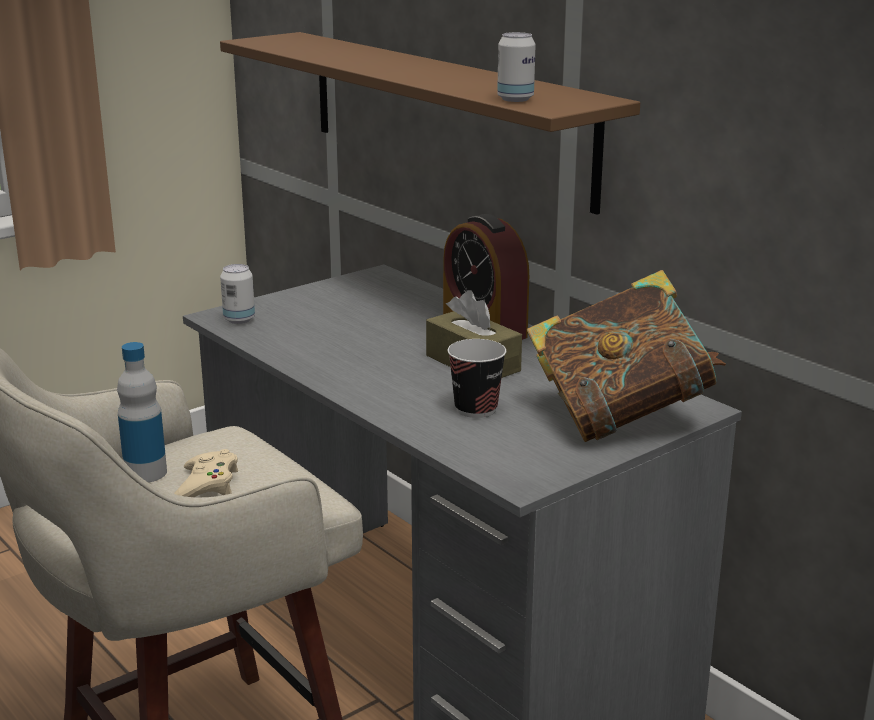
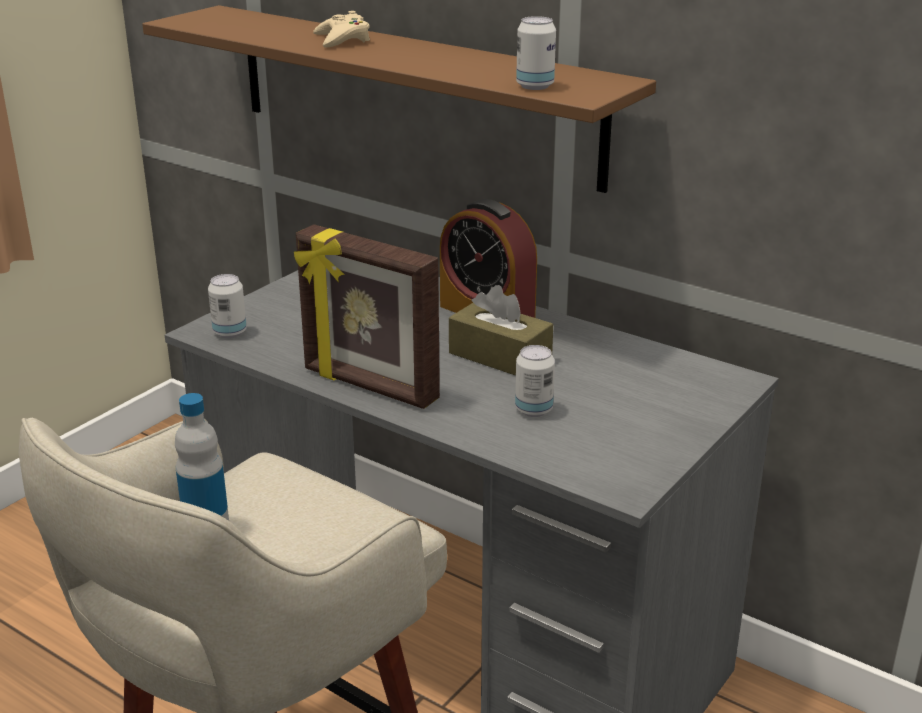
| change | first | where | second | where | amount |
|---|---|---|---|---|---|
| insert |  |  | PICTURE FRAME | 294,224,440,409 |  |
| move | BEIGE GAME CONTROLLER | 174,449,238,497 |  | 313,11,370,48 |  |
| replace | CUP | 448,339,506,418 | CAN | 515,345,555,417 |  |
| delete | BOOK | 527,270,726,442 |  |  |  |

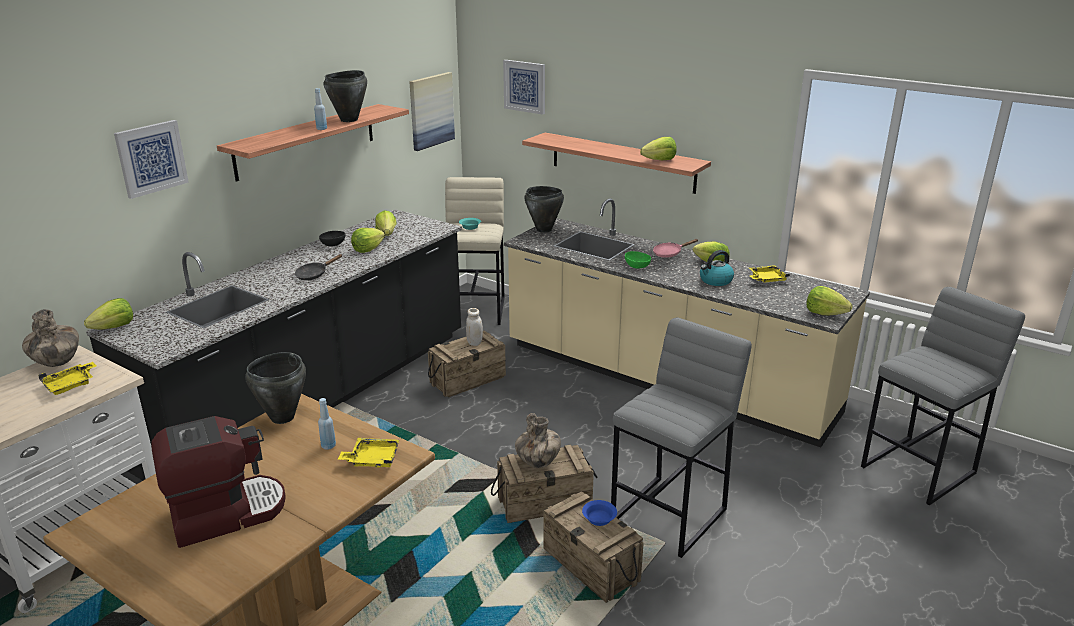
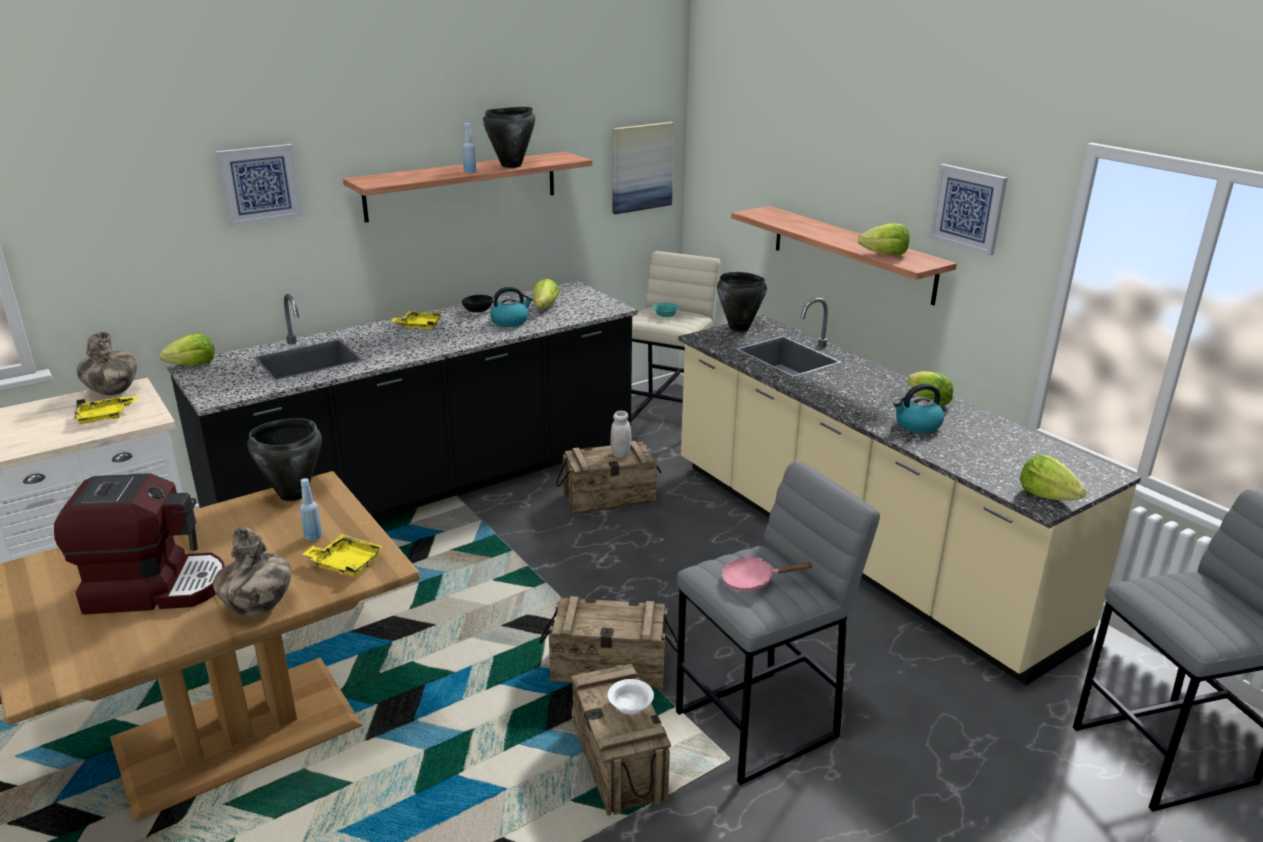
| change | first | where | second | where | amount |
|---|---|---|---|---|---|
| move | VASE | 515,413,561,468 |  | 213,526,291,616 |  |
| move | YELLOW TRAY | 749,266,790,283 |  | 391,311,442,329 |  |
| replace | LETTUCE | 351,228,385,253 | KETTLE | 490,287,533,327 |  |
| recolor | BLUE BOWL | 582,500,617,526 | WHITE BOWL | 608,679,654,715 |  |
| move | PINK FRYING PAN | 653,239,699,258 |  | 721,556,813,591 |  |
| move | PICTURE | 503,60,545,115 |  | 929,164,1008,256 |  |
| delete | BLACK FRYING PAN | 295,254,342,281 |  |  |  |
| delete | GREEN BOWL | 625,251,651,269 |  |  |  |

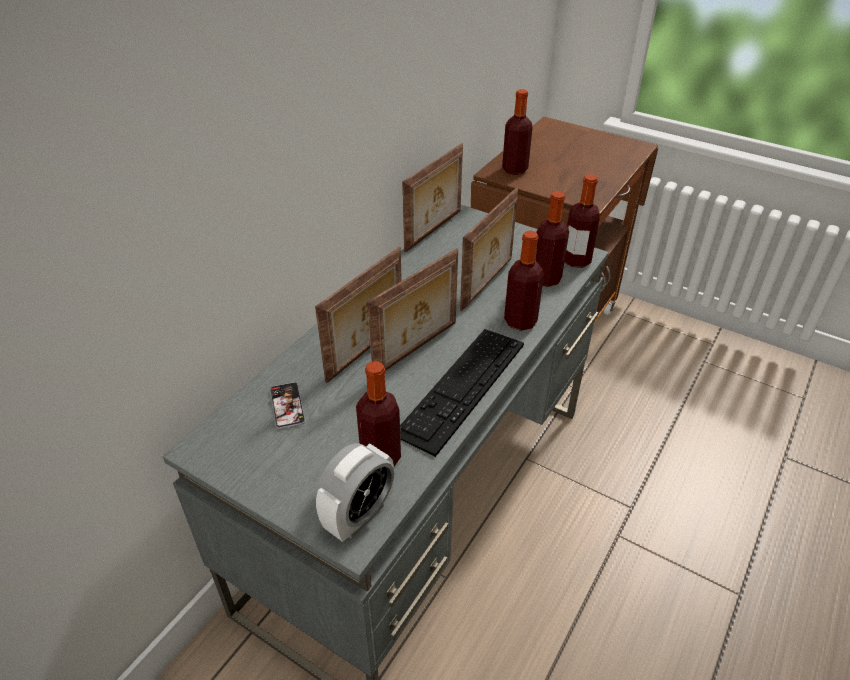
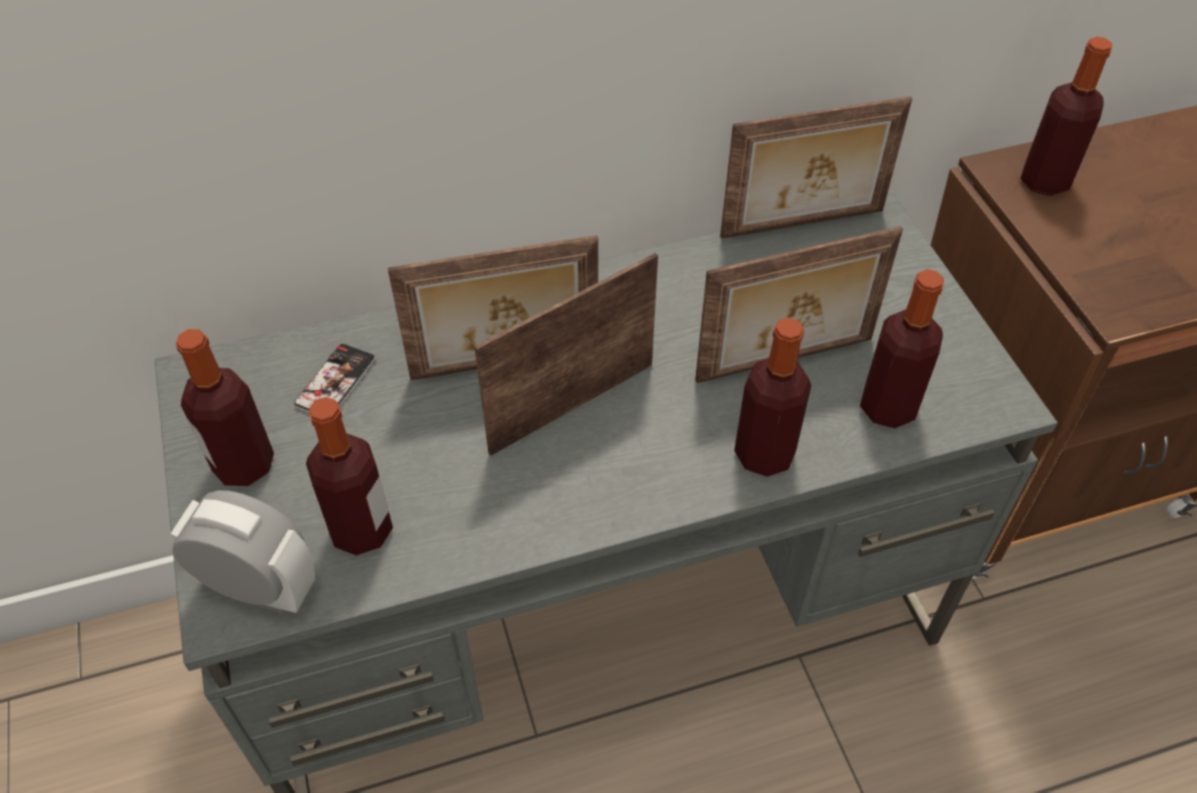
| change | first | where | second | where | amount |
|---|---|---|---|---|---|
| rotate | ALARM CLOCK | 316,443,394,542 |  | 169,490,315,614 | 150 degrees counterclockwise |
| move | BOTTLE | 565,174,600,268 |  | 176,329,274,486 |  |
| rotate | PICTURE FRAME | 367,248,458,371 |  | 474,253,658,456 | 150 degrees clockwise |
| delete | KEYBOARD | 400,329,524,457 |  |  |  |

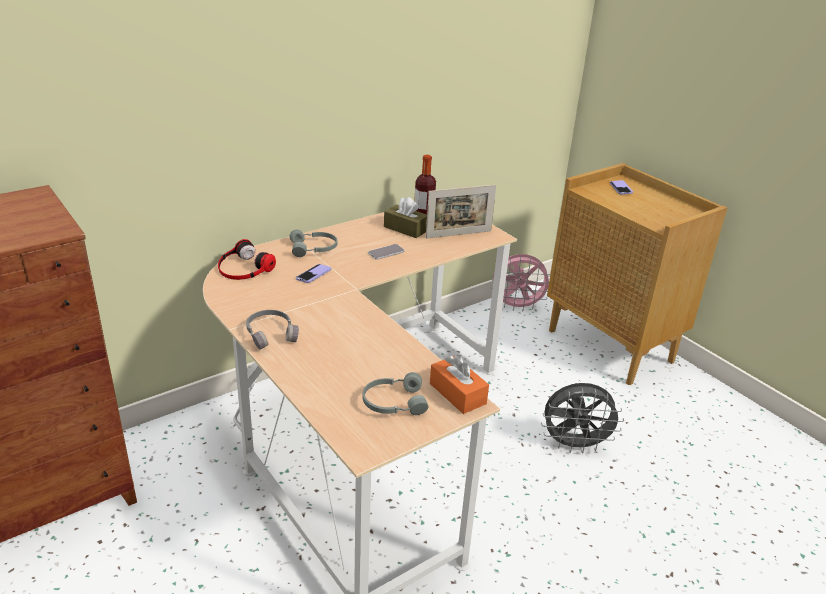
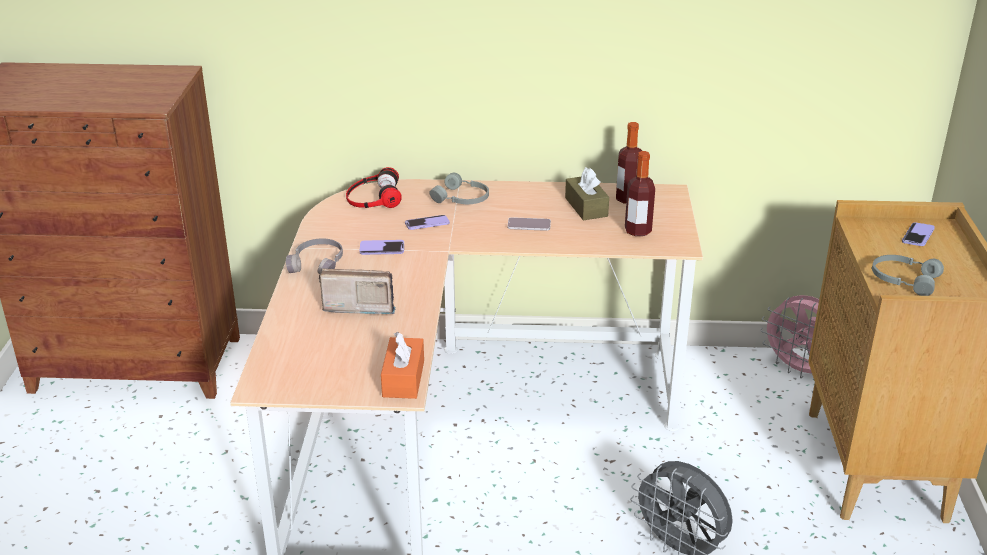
| change | first | where | second | where | amount |
|---|---|---|---|---|---|
| insert |  |  | RADIO | 319,268,395,314 |  |
| insert |  |  | PHONE | 360,240,404,255 |  |
| replace | PICTURE FRAME | 426,185,496,239 | BOTTLE | 625,151,655,236 |  |
| move | GREY HEADPHONES | 363,372,429,415 |  | 872,255,944,296 |  |

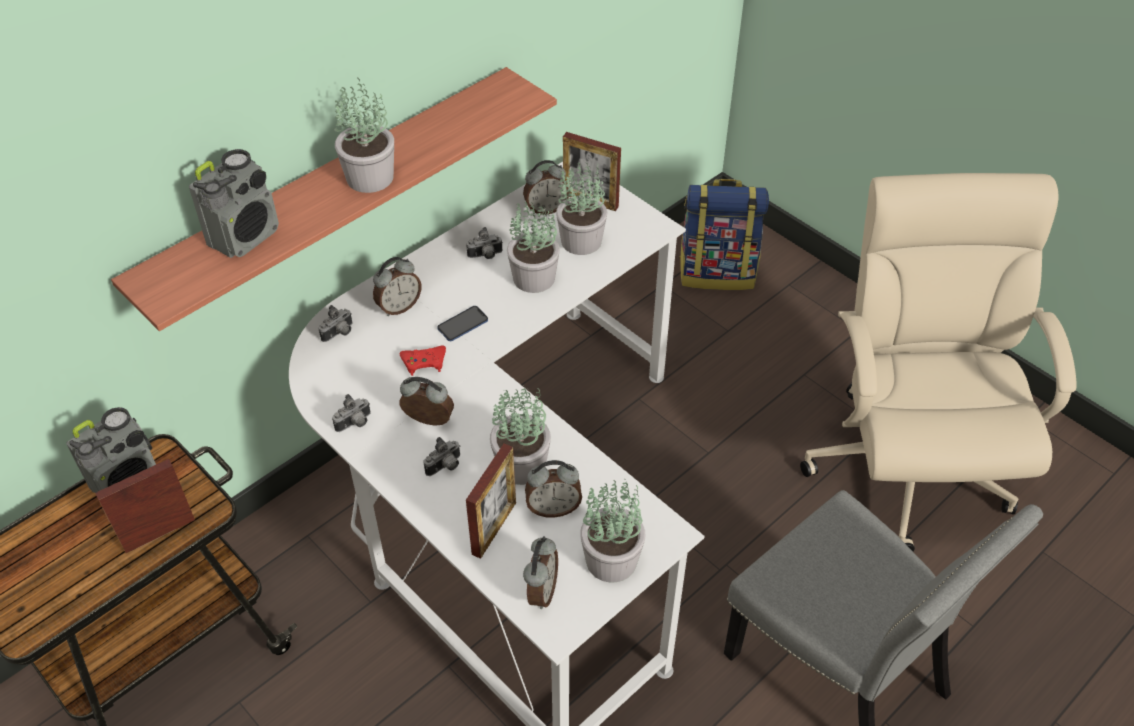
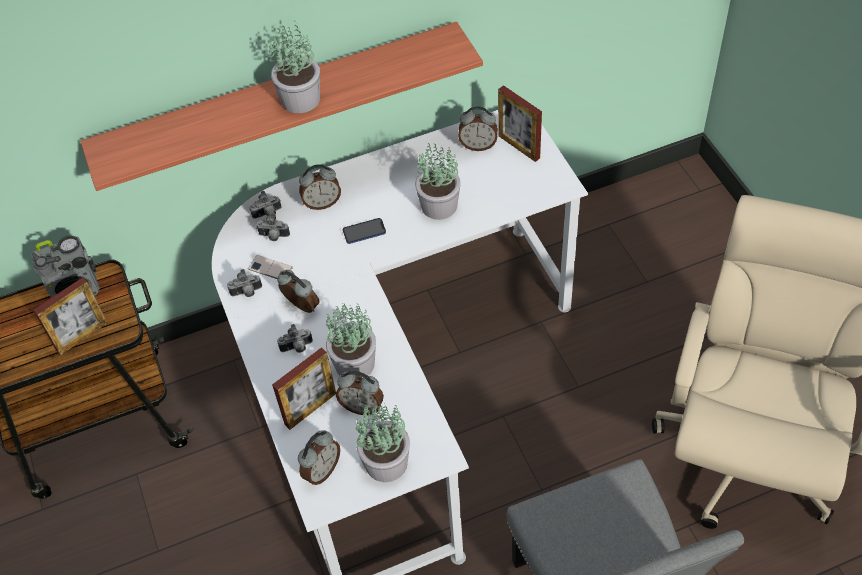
| change | first | where | second | where | amount |
|---|---|---|---|---|---|
| rotate | PICTURE FRAME | 95,459,195,553 |  | 33,277,108,355 | 150 degrees clockwise |
| insert |  |  | PHONE | 248,255,293,279 |  |
| move | PHOTO CAMERA | 466,227,503,259 |  | 256,213,290,241 |  |
| delete | RADIO | 189,149,279,258 |  |  |  |
| delete | RED GAME CONTROLLER | 400,345,446,376 |  |  |  |
| delete | POTTED PLANT | 556,162,607,255 |  |  |  |
| delete | BACKPACK | 680,179,769,290 |  |  |  |

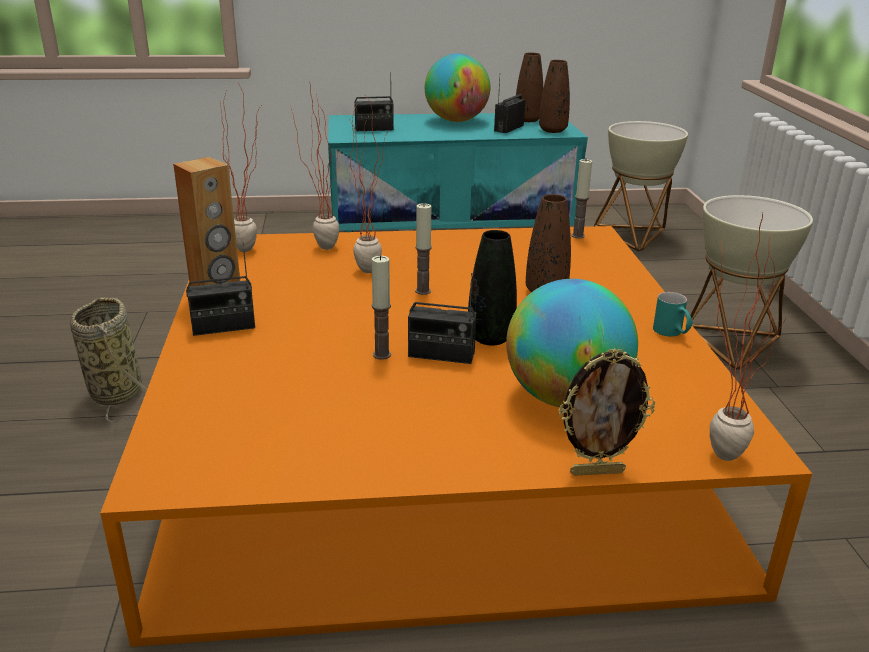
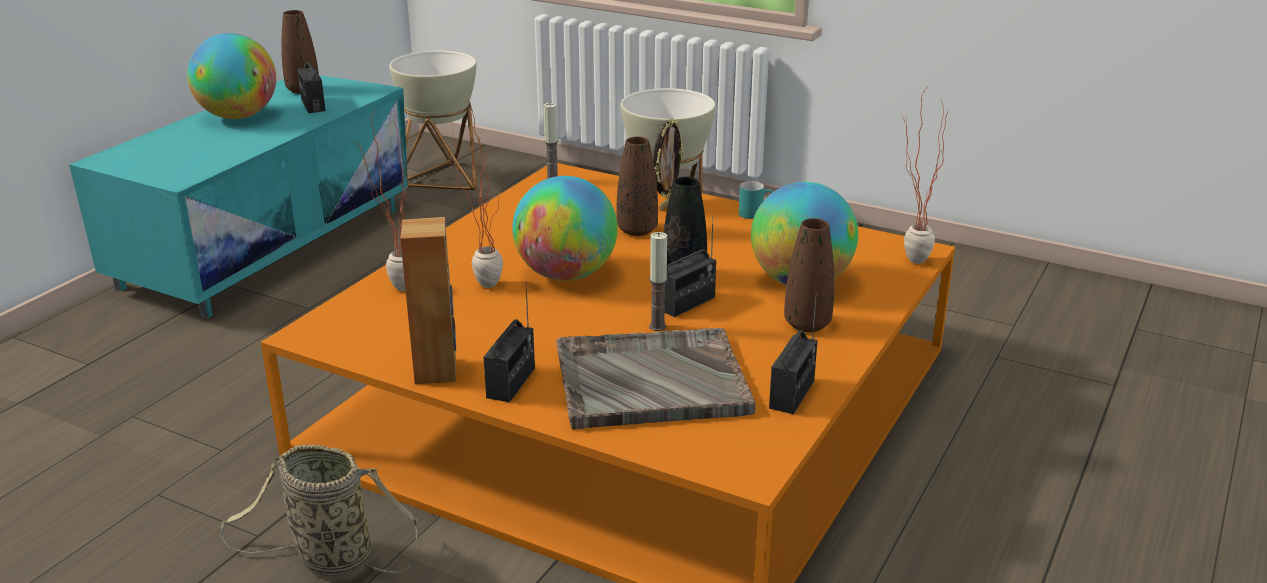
| change | first | where | second | where | amount |
|---|---|---|---|---|---|
| replace | CANDLE | 415,203,432,295 | GLOBE | 512,176,618,281 |  |
| insert |  |  | GREY TRAY | 556,328,756,430 |  |
| move | PICTURE FRAME | 559,348,655,476 |  | 653,118,684,211 |  |
| move | RADIO | 354,72,394,131 |  | 769,293,818,414 |  |
| move | BROWN VASE | 539,60,570,133 |  | 784,218,834,332 |  |
| delete | POTTED PLANT | 220,83,261,252 |  |  |  |

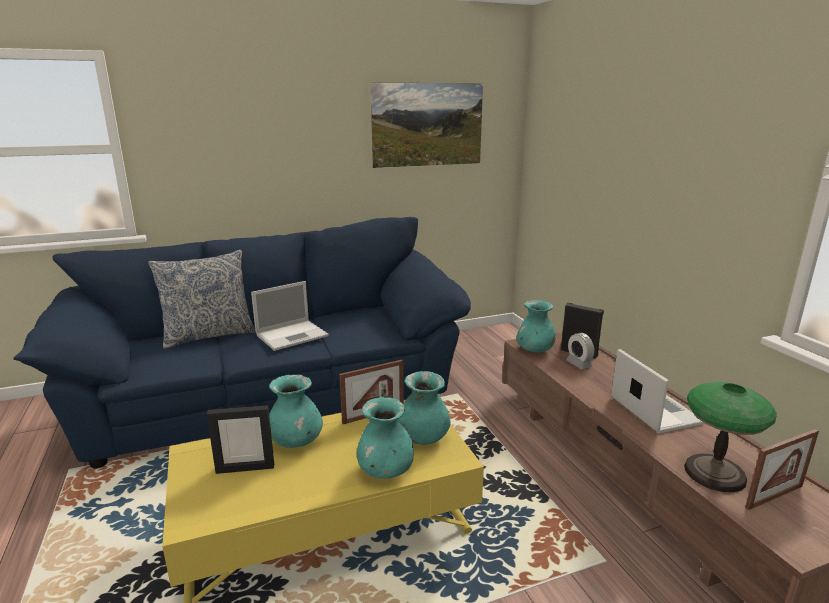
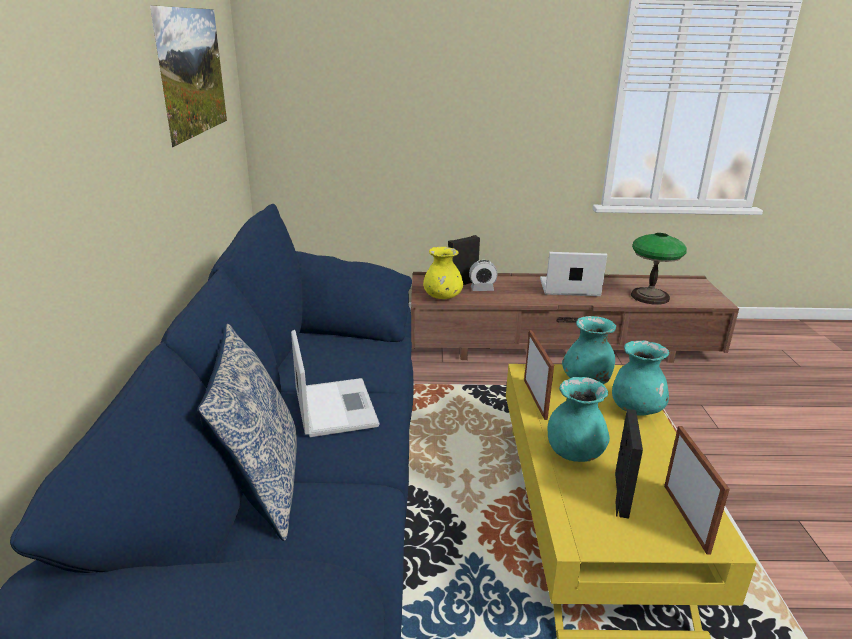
| change | first | where | second | where | amount |
|---|---|---|---|---|---|
| recolor | TURQUOISE VASE | 516,300,556,352 | YELLOW VASE | 423,247,463,299 |  |
| move | PICTURE FRAME | 745,429,819,510 |  | 664,426,730,555 |  |

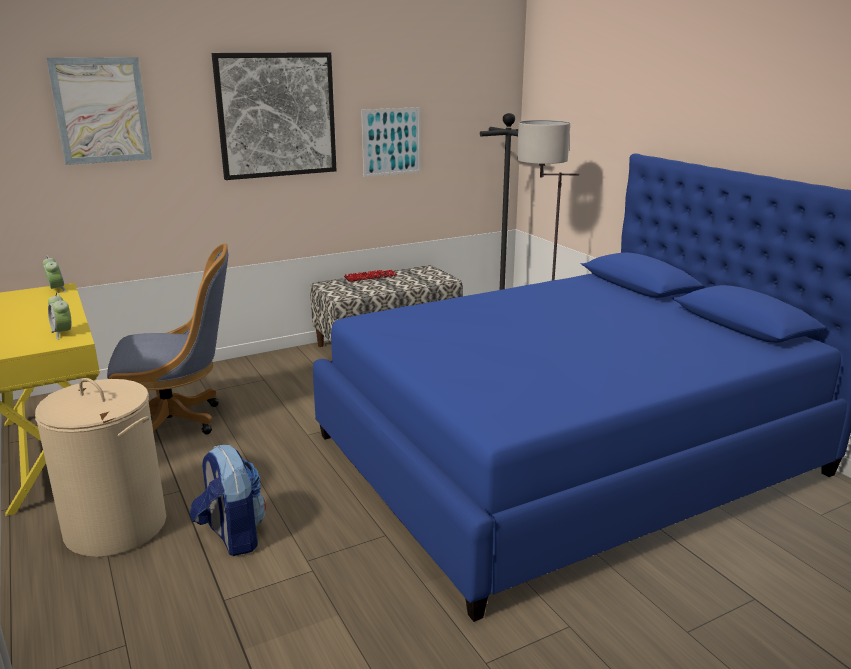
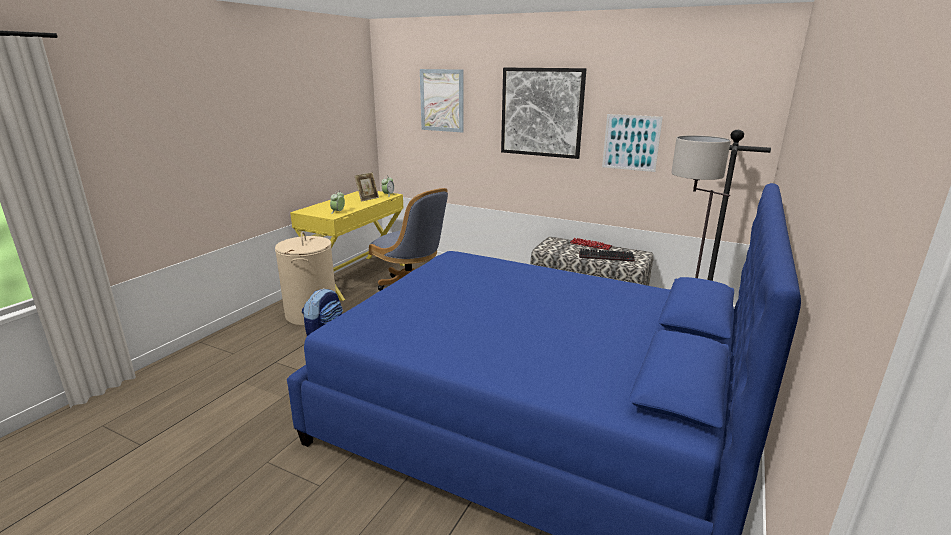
| change | first | where | second | where | amount |
|---|---|---|---|---|---|
| insert |  |  | PICTURE FRAME | 354,172,379,202 |  |
| insert |  |  | KEYBOARD | 579,249,635,262 |  |

